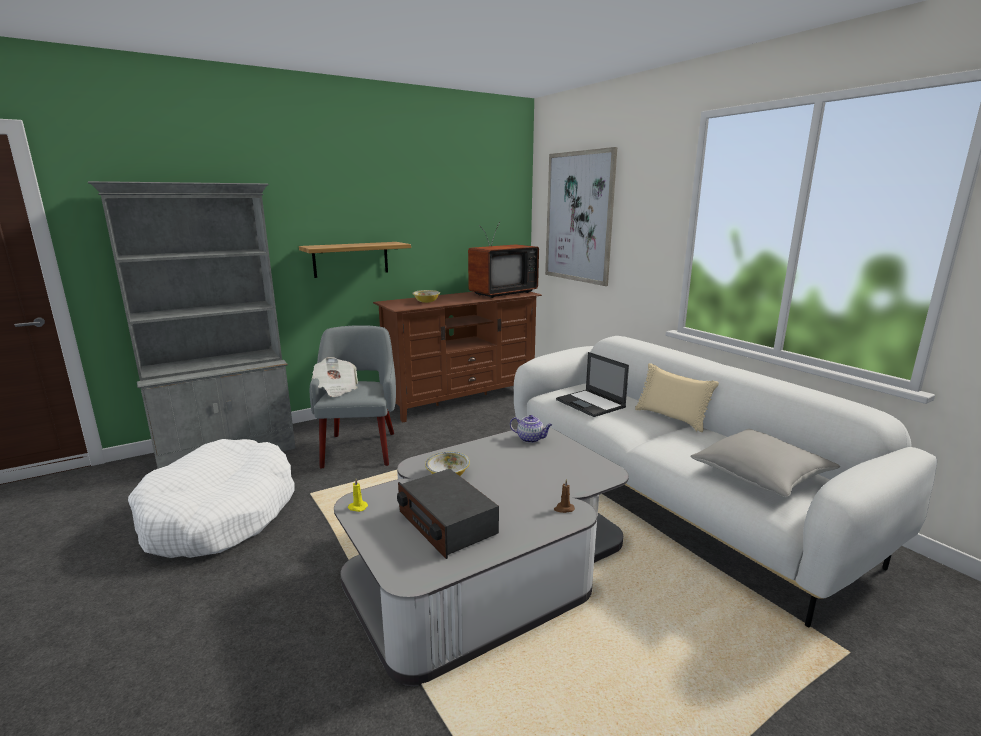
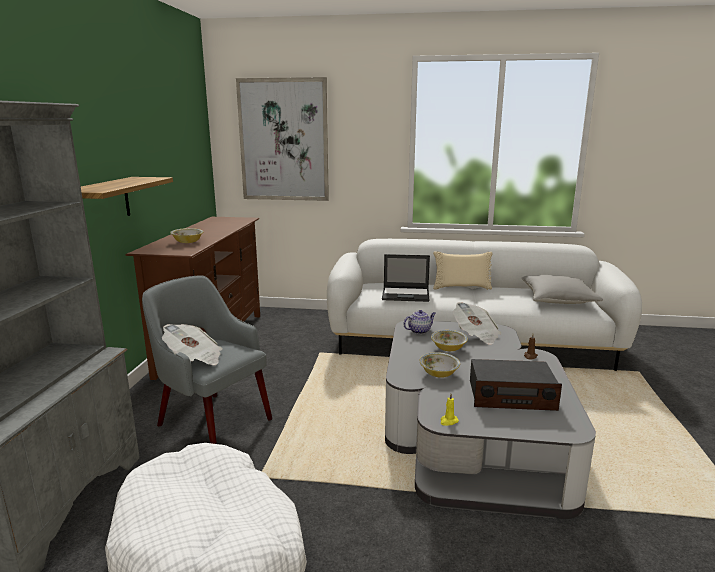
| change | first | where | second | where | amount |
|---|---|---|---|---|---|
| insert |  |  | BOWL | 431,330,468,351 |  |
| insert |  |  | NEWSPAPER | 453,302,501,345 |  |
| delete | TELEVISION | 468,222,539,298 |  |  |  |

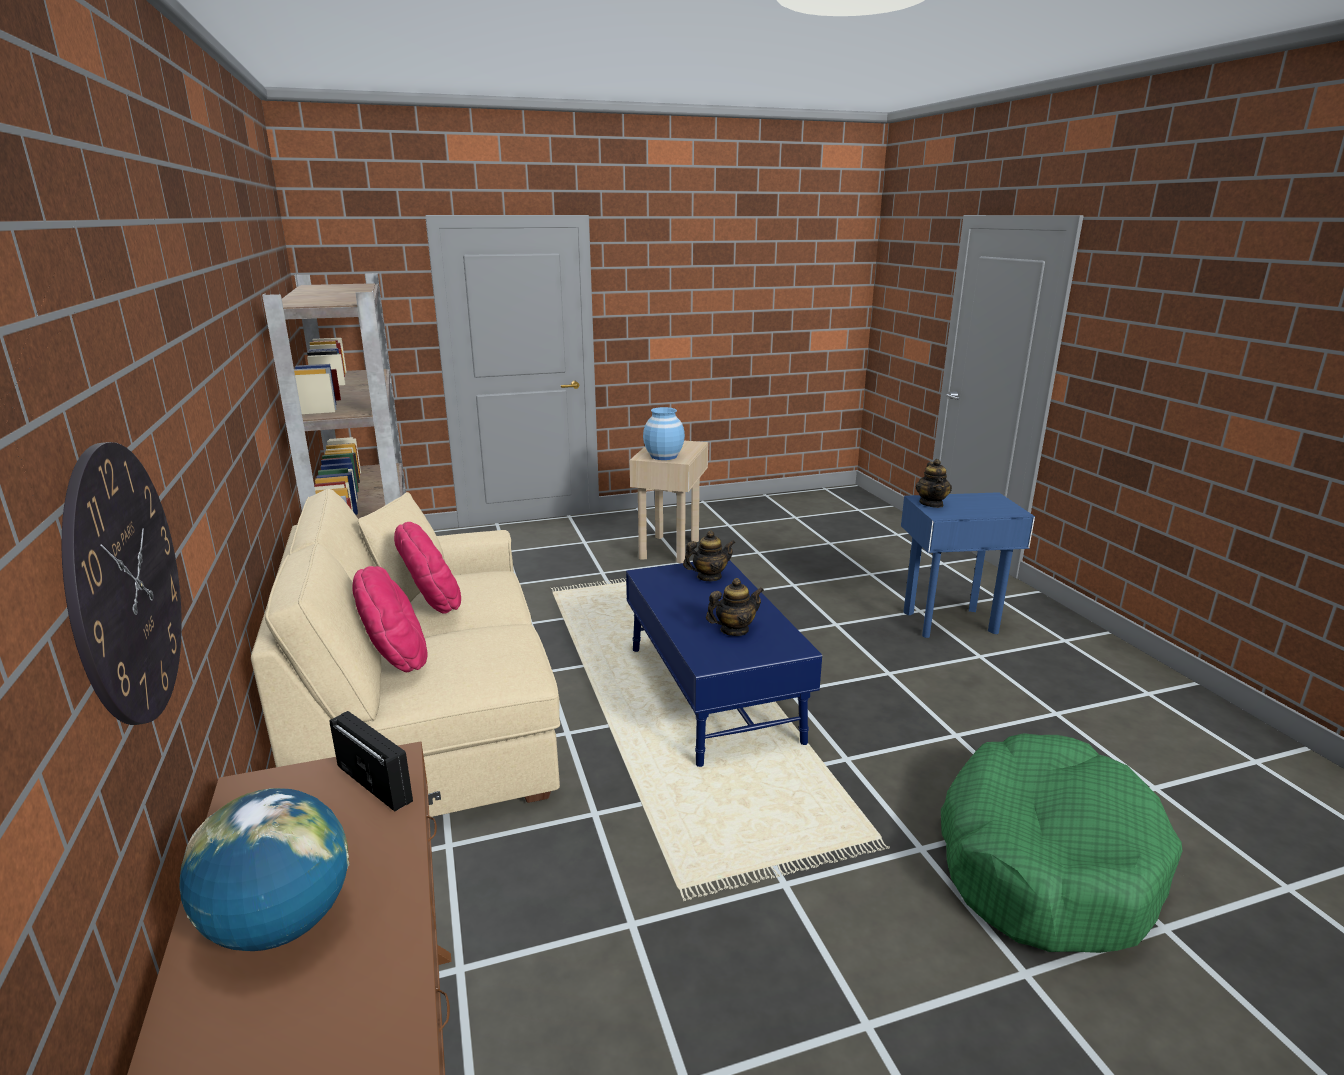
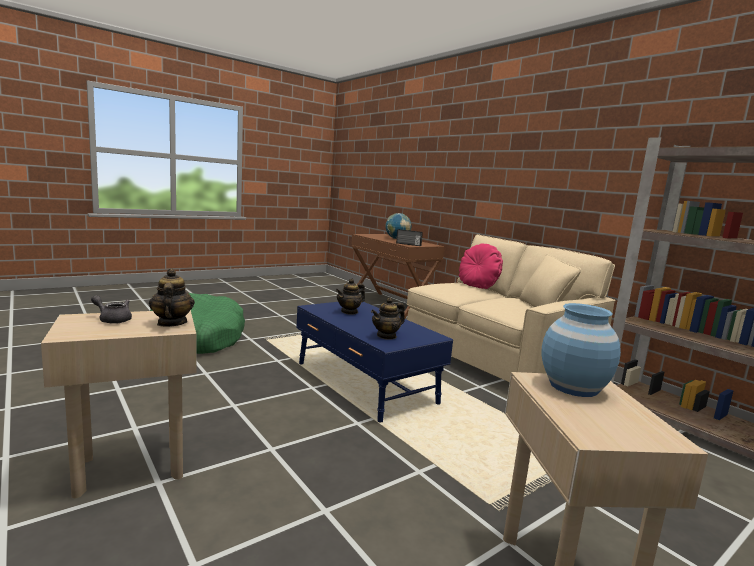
| change | first | where | second | where | amount |
|---|---|---|---|---|---|
| recolor | BLUE SIDE TABLE | 901,492,1035,638 | BEIGE SIDE TABLE | 41,310,197,498 |  |
| insert |  |  | GREY TEAPOT | 91,295,132,324 |  |
| delete | WALL CLOCK | 62,442,182,725 |  |  |  |
| delete | PINK PILLOW | 394,522,461,614 |  |  |  |

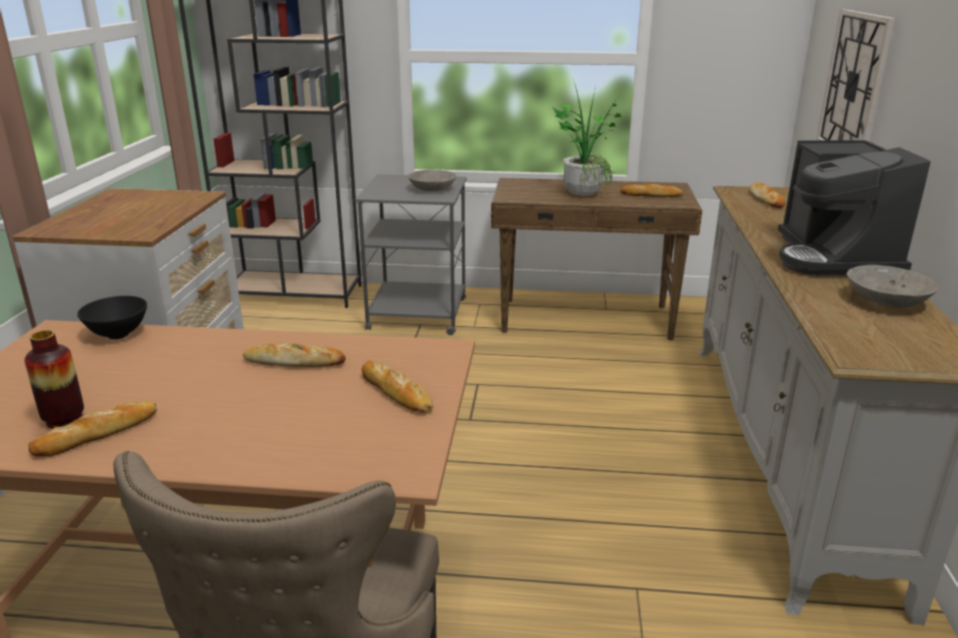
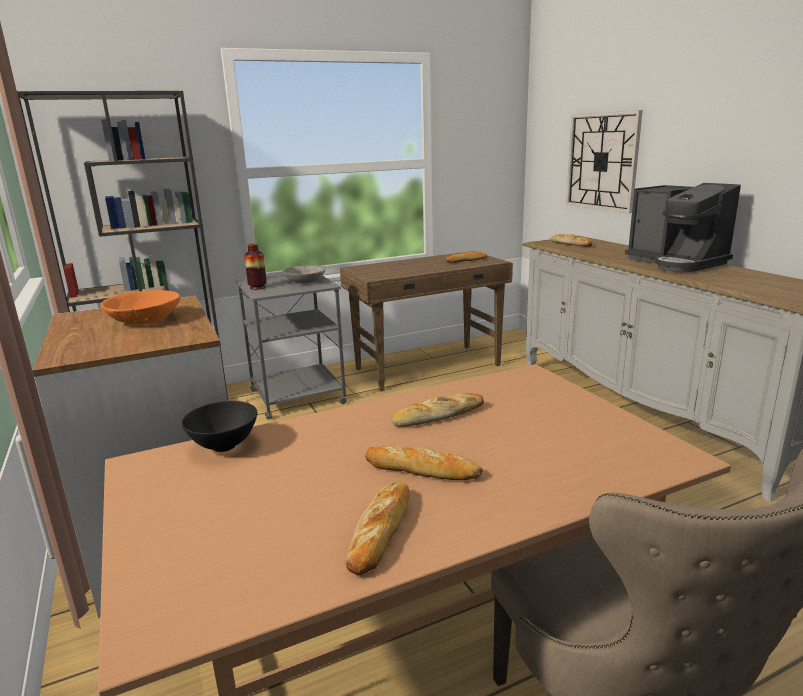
| change | first | where | second | where | amount |
|---|---|---|---|---|---|
| insert |  |  | ORANGE BOWL | 100,290,180,324 |  |
| move | VASE | 24,330,84,429 |  | 244,243,267,290 |  |
| move | BREAD | 362,360,433,413 |  | 365,445,483,480 |  |
| delete | POTTED PLANT | 552,82,621,196 |  |  |  |
| delete | GREY BOWL | 847,265,938,308 |  |  |  |

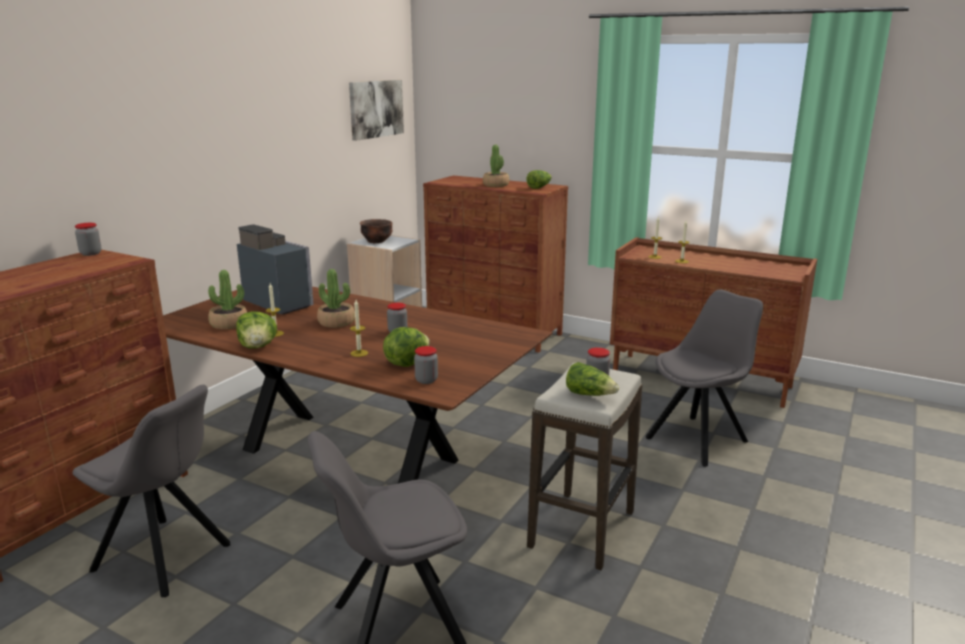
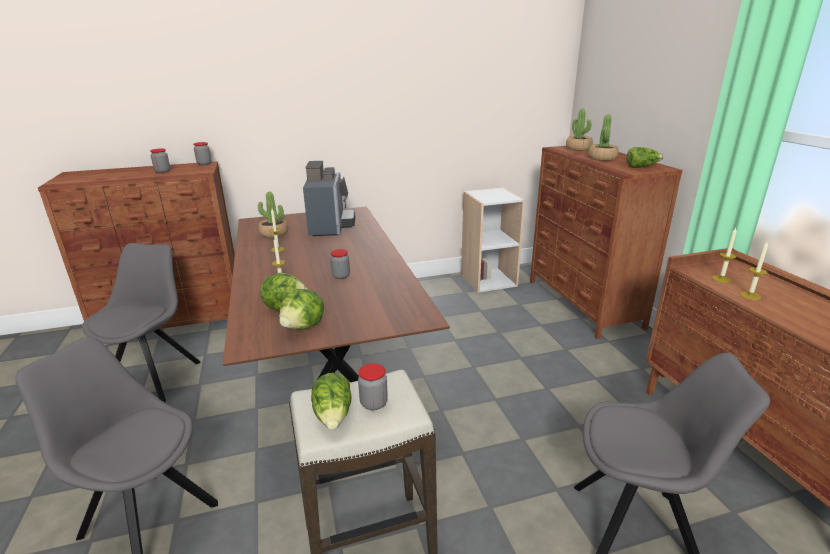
| change | first | where | second | where | amount |
|---|---|---|---|---|---|
| rotate | GREY CHAIR | 73,385,230,597 |  | 82,243,201,402 | 150 degrees counterclockwise |
| move | JAR | 414,346,438,384 |  | 150,149,170,173 |  |
| move | LETTUCE | 236,311,277,349 |  | 279,289,324,330 |  |
| move | POTTED PLANT | 317,269,355,328 |  | 566,109,593,151 |  |
| delete | PICTURE | 349,80,404,141 |  |  |  |
| delete | BROWN BOWL | 360,219,392,243 |  |  |  |

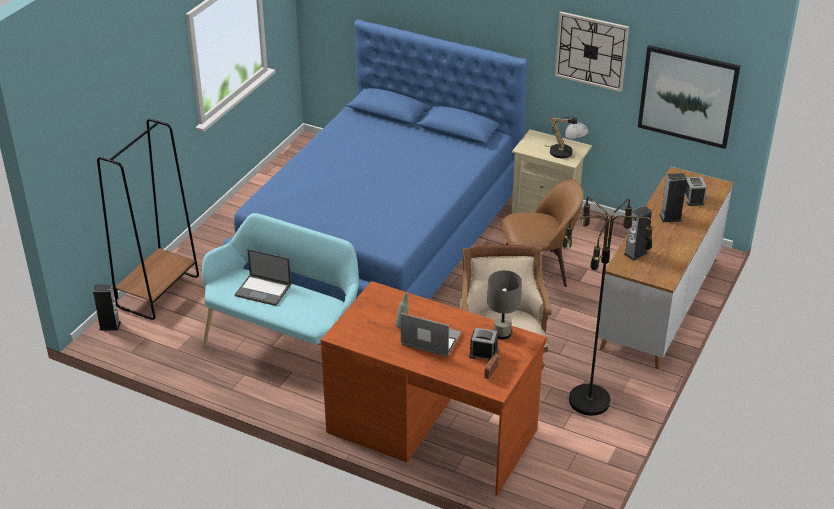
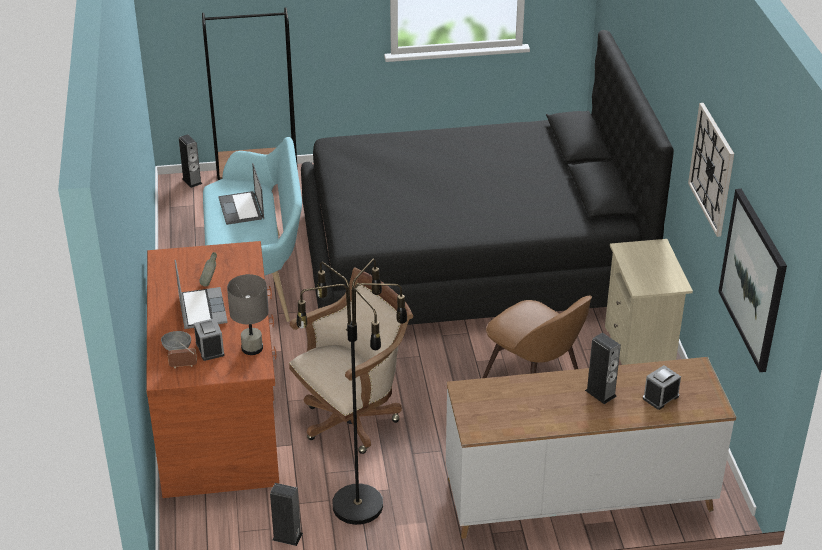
| change | first | where | second | where | amount |
|---|---|---|---|---|---|
| insert |  |  | GREY BOWL | 161,331,191,351 |  |
| move | SPEAKER | 624,206,652,261 |  | 270,483,303,546 |  |
| recolor | BLUE BED | 224,20,528,302 | BLACK BED | 301,30,674,325 |  |
| delete | TABLE LAMP | 545,116,589,158 |  |  |  |

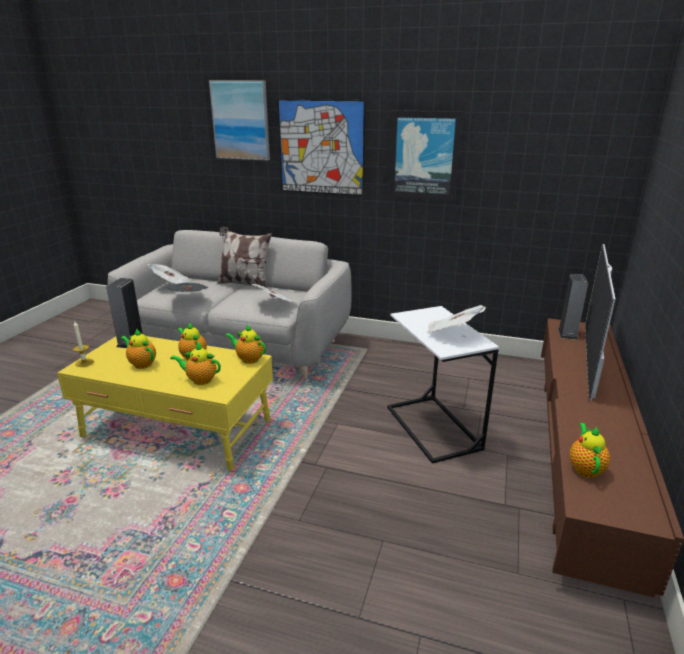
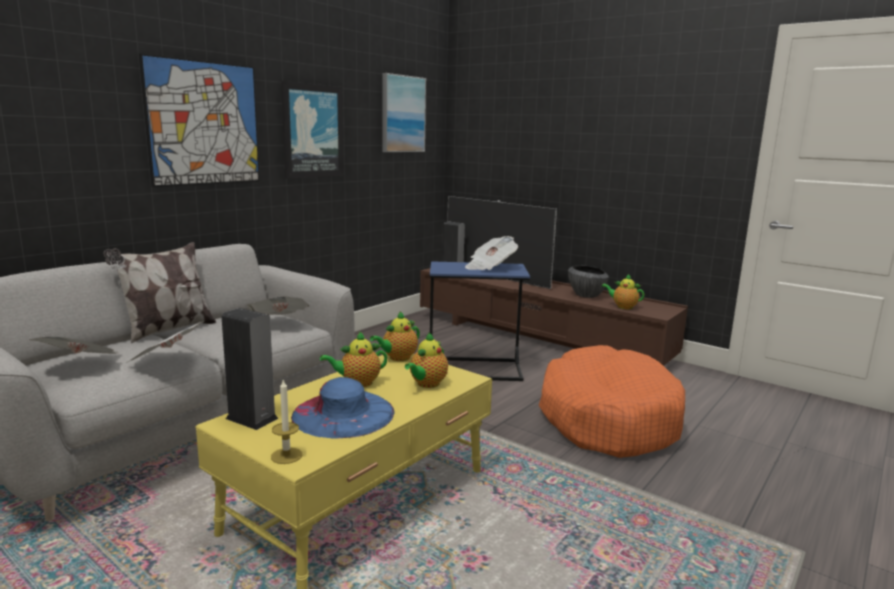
| change | first | where | second | where | amount |
|---|---|---|---|---|---|
| replace | TEAPOT | 121,329,156,369 | BLUE HAT | 291,377,395,438 |  |
| move | PICTURE | 209,81,270,161 |  | 382,73,426,152 |  |
| recolor | WHITE SIDE TABLE | 387,306,499,464 | BLUE SIDE TABLE | 430,261,530,381 |  |
| insert |  |  | ORANGE DOG BED | 539,345,685,458 |  |
| insert |  |  | BOWL | 568,265,609,298 |  |

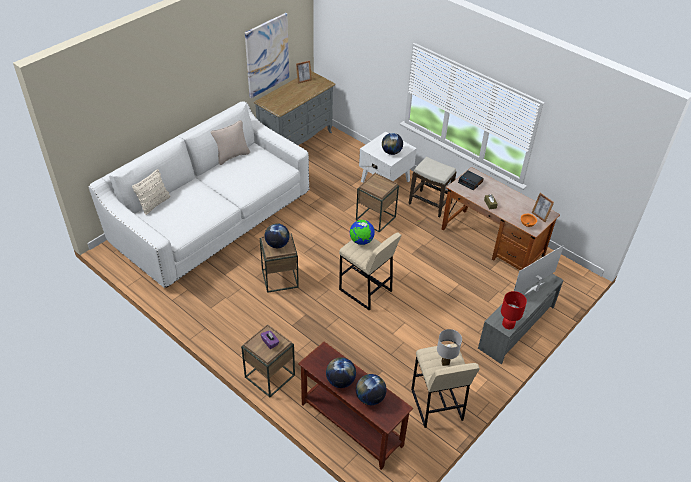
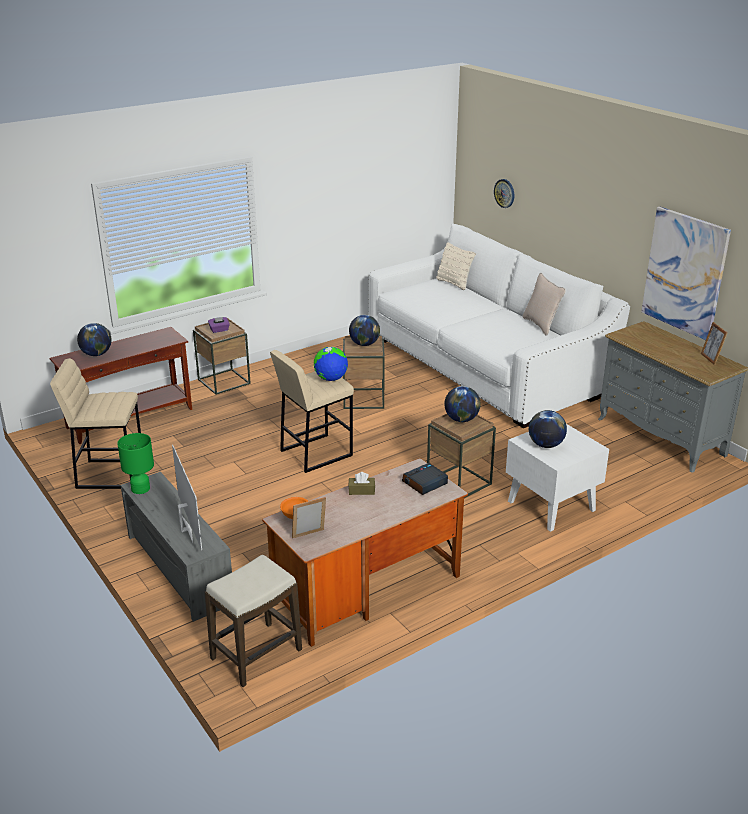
| change | first | where | second | where | amount |
|---|---|---|---|---|---|
| recolor | RED TABLE LAMP | 501,291,527,329 | GREEN TABLE LAMP | 117,433,154,494 |  |
| move | STOOL | 409,157,456,217 |  | 205,555,302,687 |  |
| move | GLOBE | 326,357,356,388 |  | 444,386,481,422 |  |
| insert |  |  | WALL CLOCK | 494,179,514,208 |  |
| delete | WHITE TABLE LAMP | 437,329,462,366 |  |  |  |

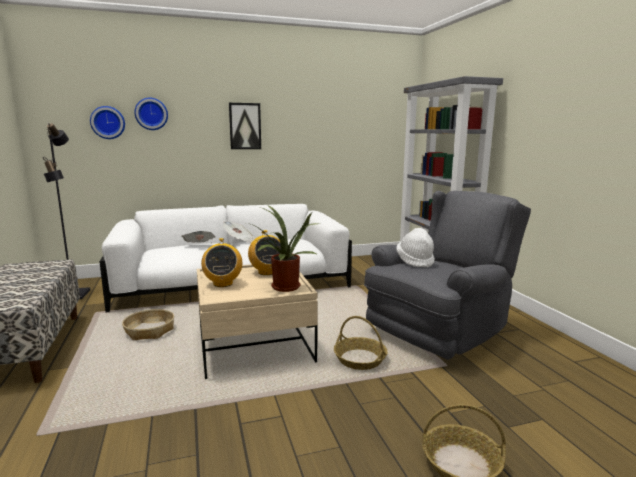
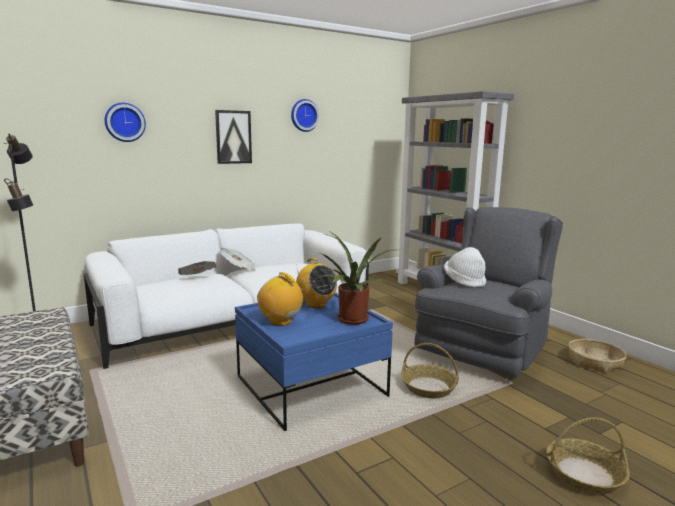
| change | first | where | second | where | amount |
|---|---|---|---|---|---|
| recolor | BEIGE COFFEE TABLE | 197,264,318,379 | BLUE COFFEE TABLE | 235,292,393,431 |  |
| rotate | RADIO | 201,238,242,287 |  | 257,272,307,326 | 150 degrees clockwise |
| move | WALL CLOCK | 90,106,125,139 |  | 291,99,319,132 |  |
| move | BASKET | 122,309,174,340 |  | 569,339,626,373 |  |

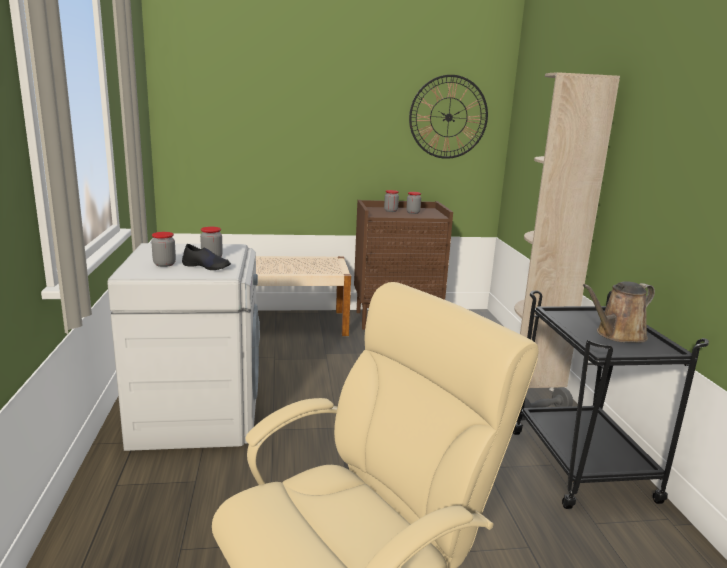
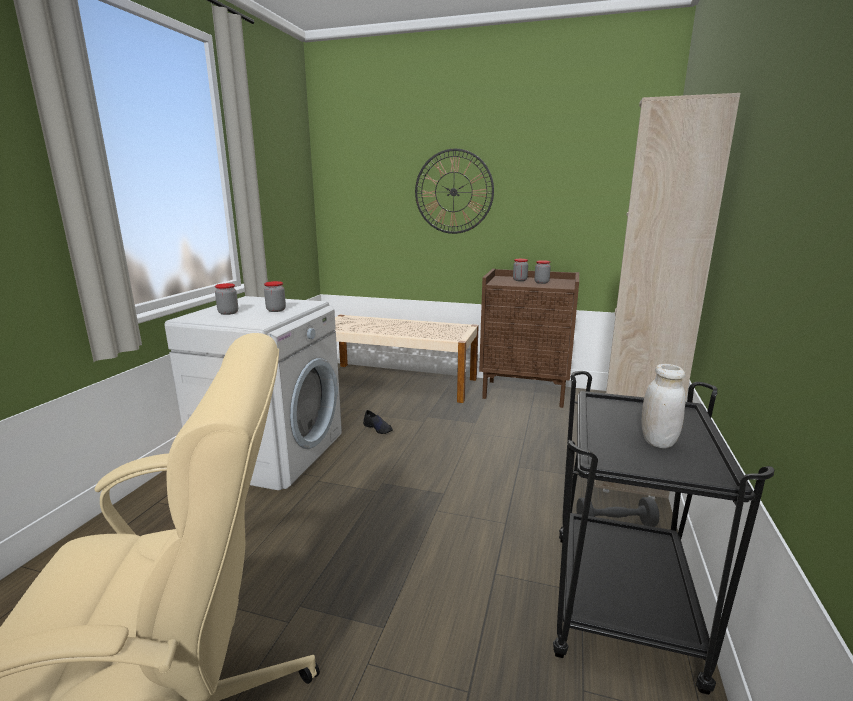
| change | first | where | second | where | amount |
|---|---|---|---|---|---|
| move | BLACK SHOE | 182,244,231,270 |  | 363,410,393,434 |  |
| move | WALL CLOCK | 409,75,488,159 |  | 415,149,494,234 |  |
| replace | BROWN WATERING CAN | 583,281,655,343 | WHITE JAR | 641,364,686,448 |  |

